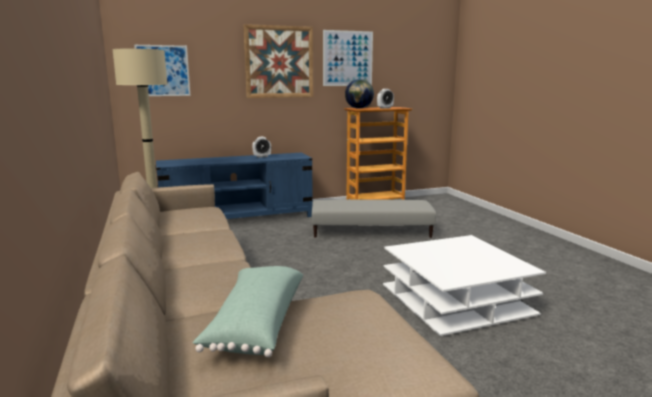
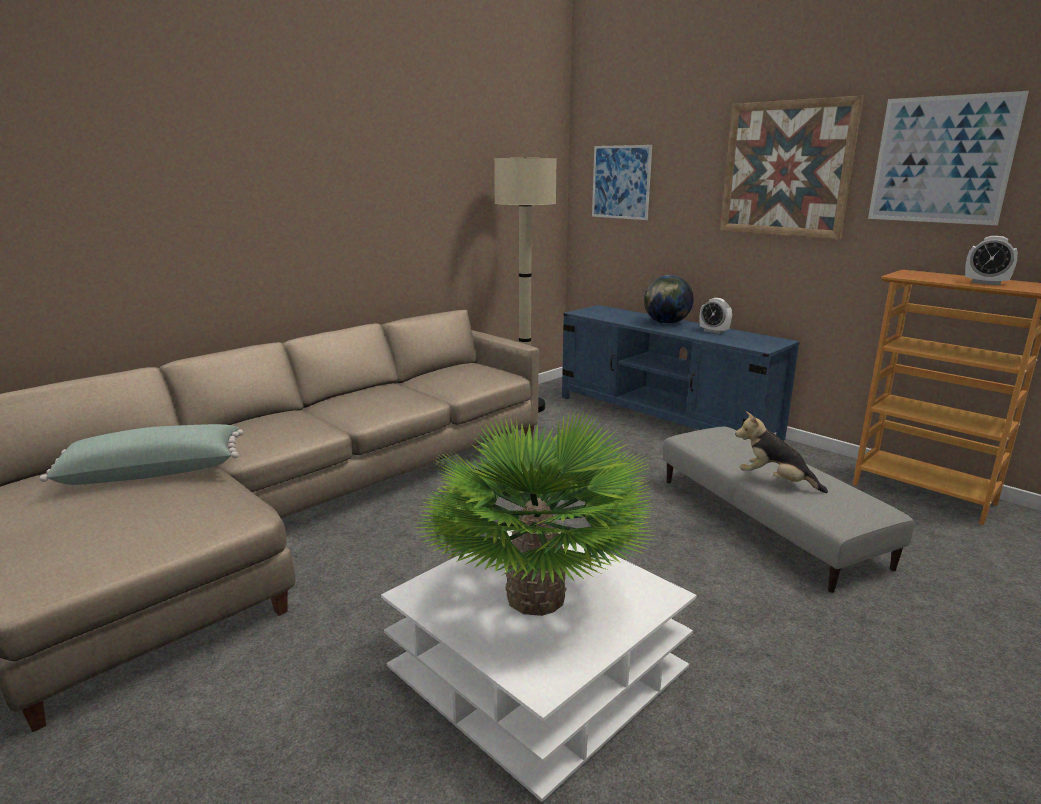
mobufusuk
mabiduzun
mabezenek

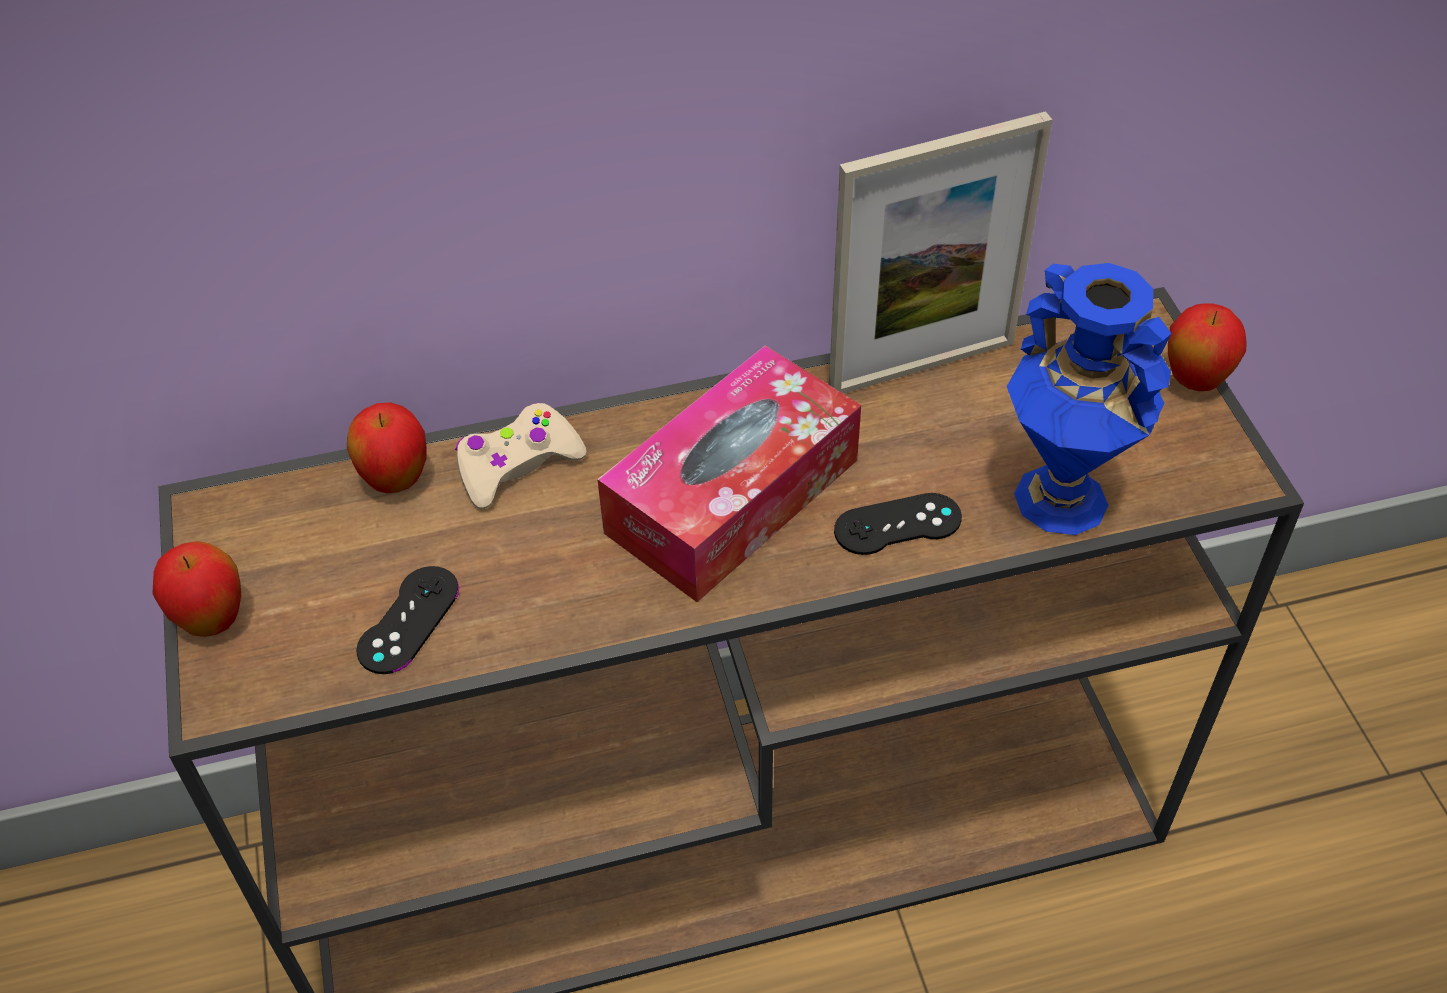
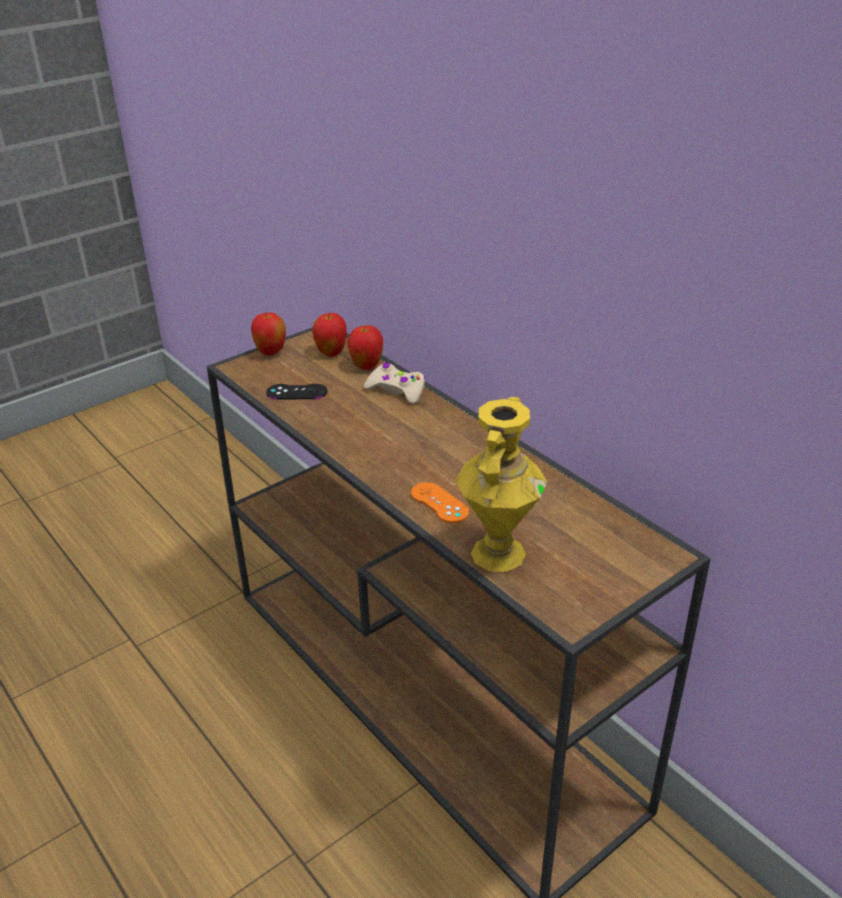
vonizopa
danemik
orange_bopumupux
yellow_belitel
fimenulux (no. 2 from left)

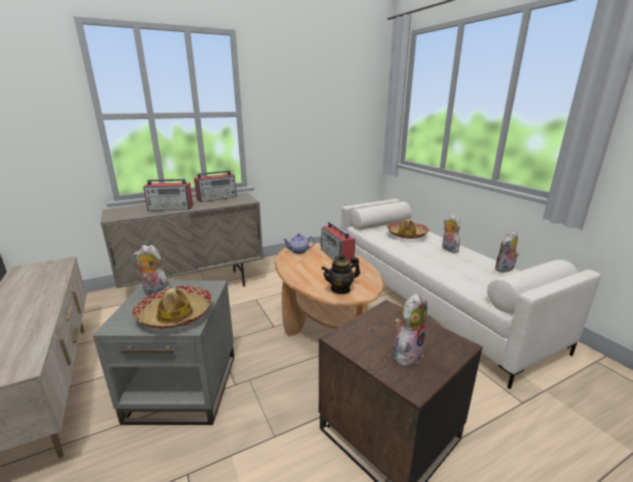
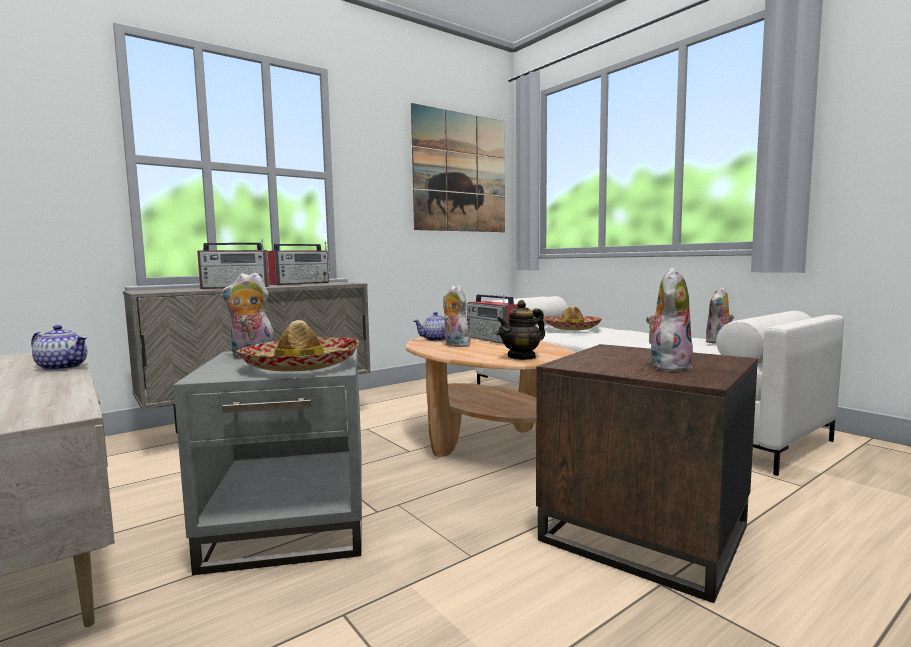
mabezenek (no. 2 from left)
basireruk (no. 1 from left)
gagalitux

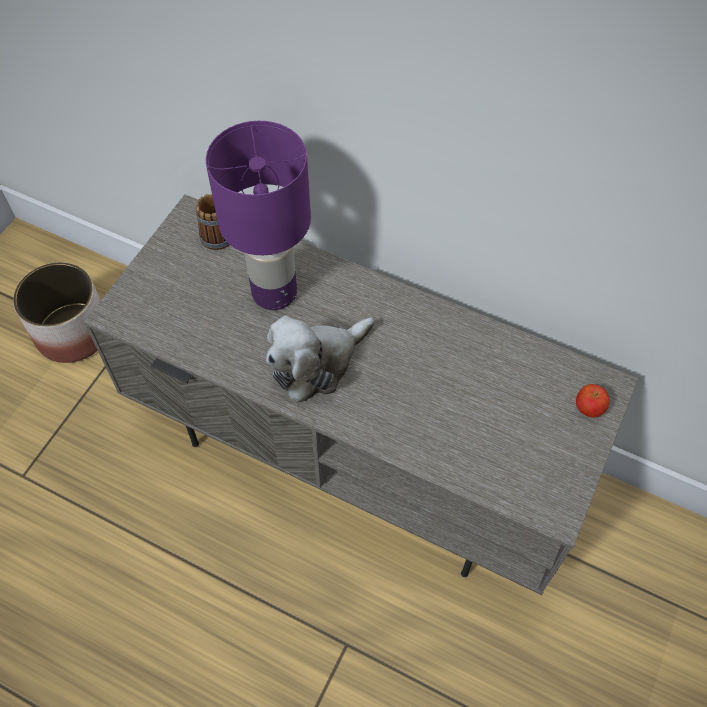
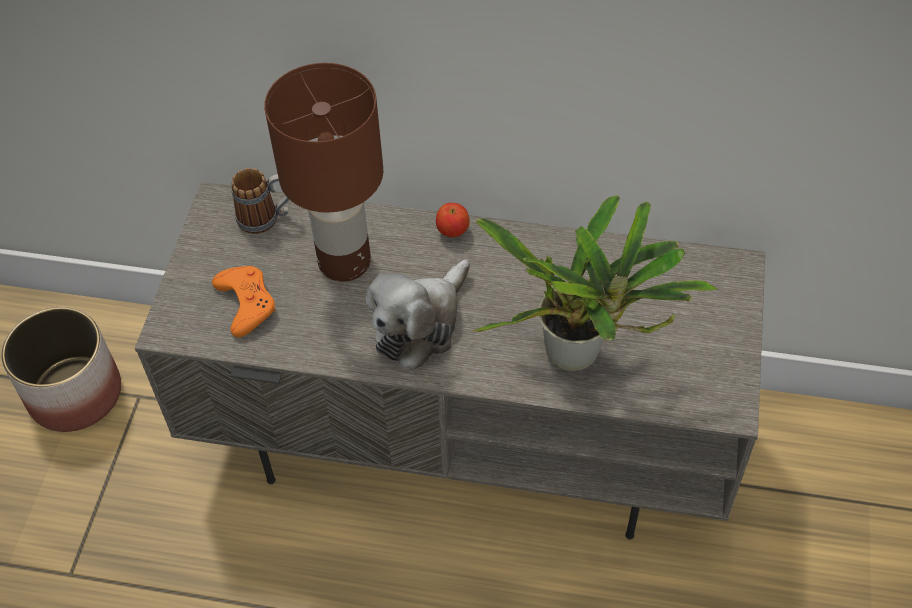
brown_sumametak
fimenulux
orange_bopumupux
mabiduzun

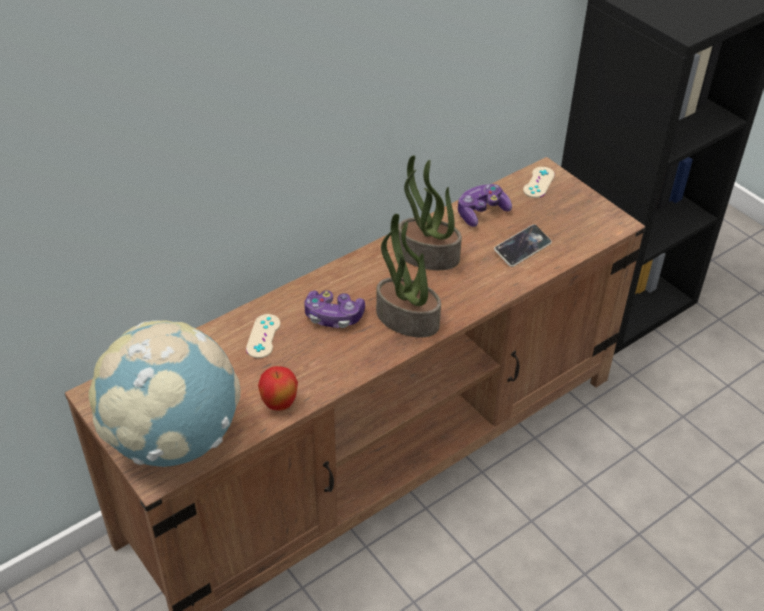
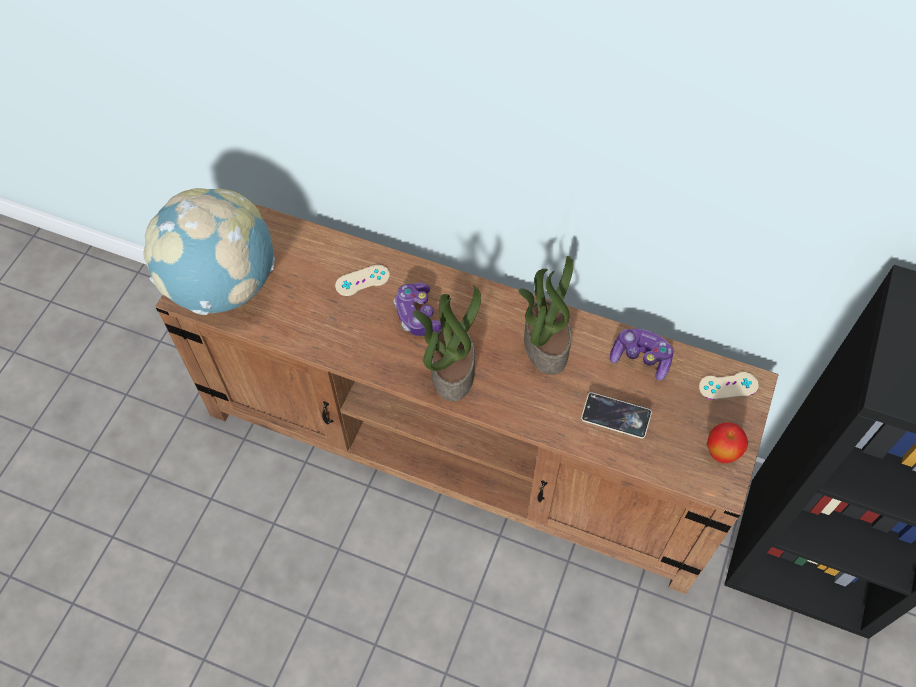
fimenulux

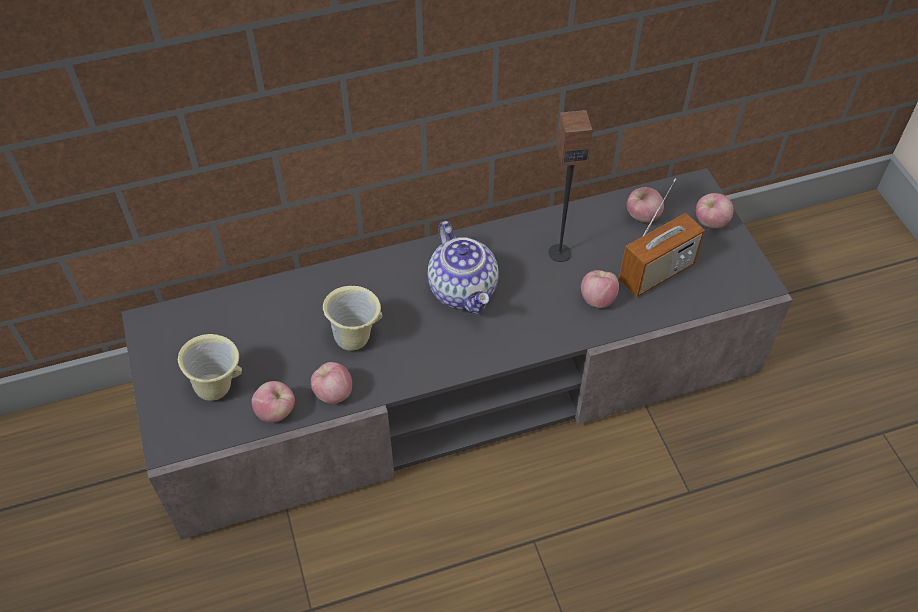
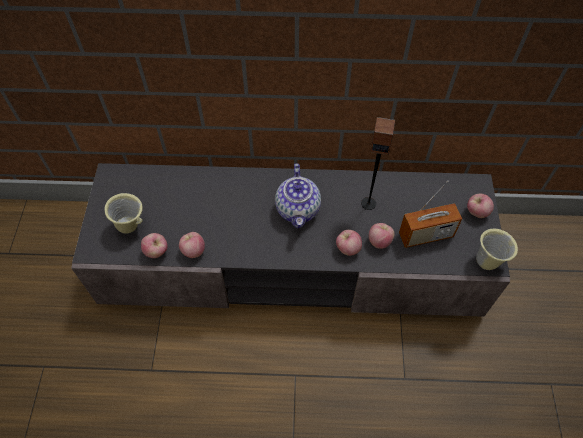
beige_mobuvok (no. 2 from left)
fimenulux (no. 3 from left)

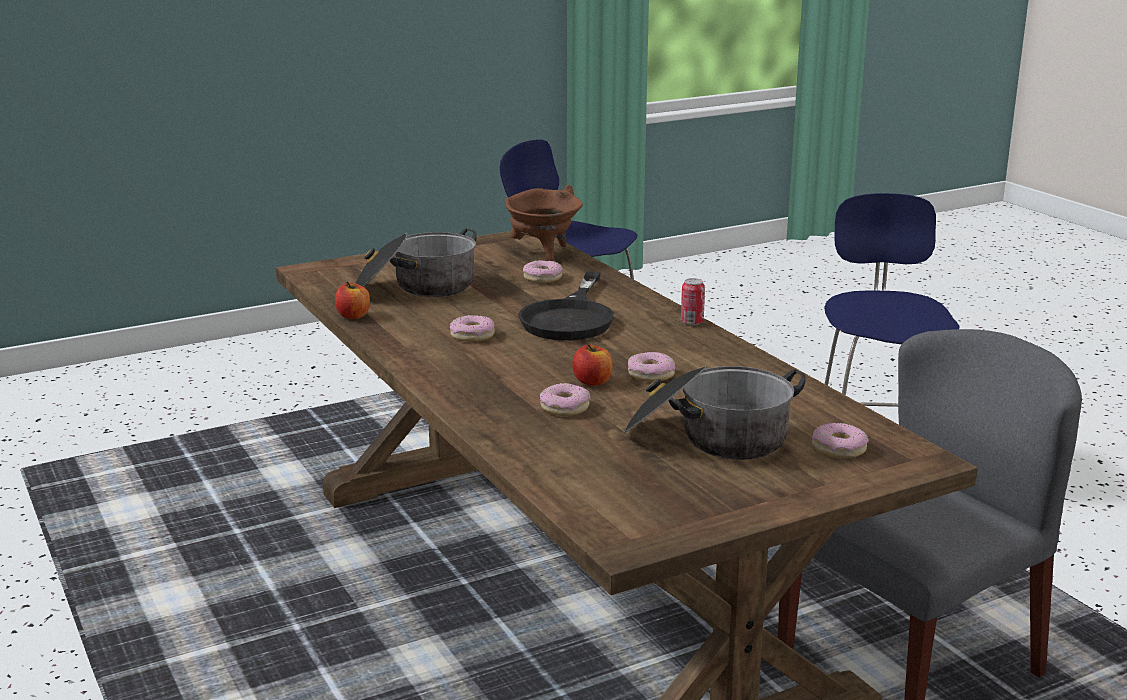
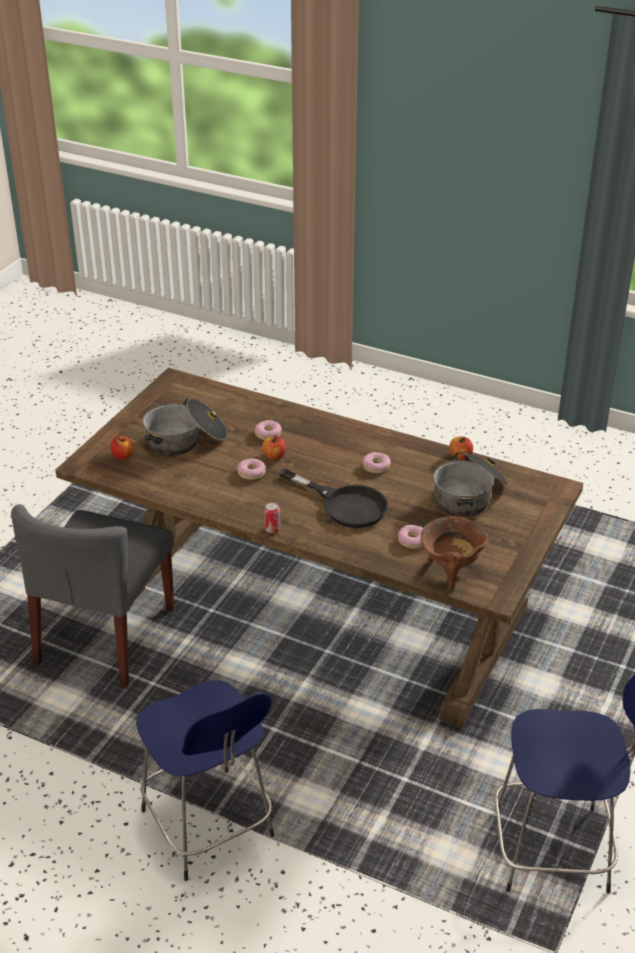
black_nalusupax
fimenulux (no. 1 from left)

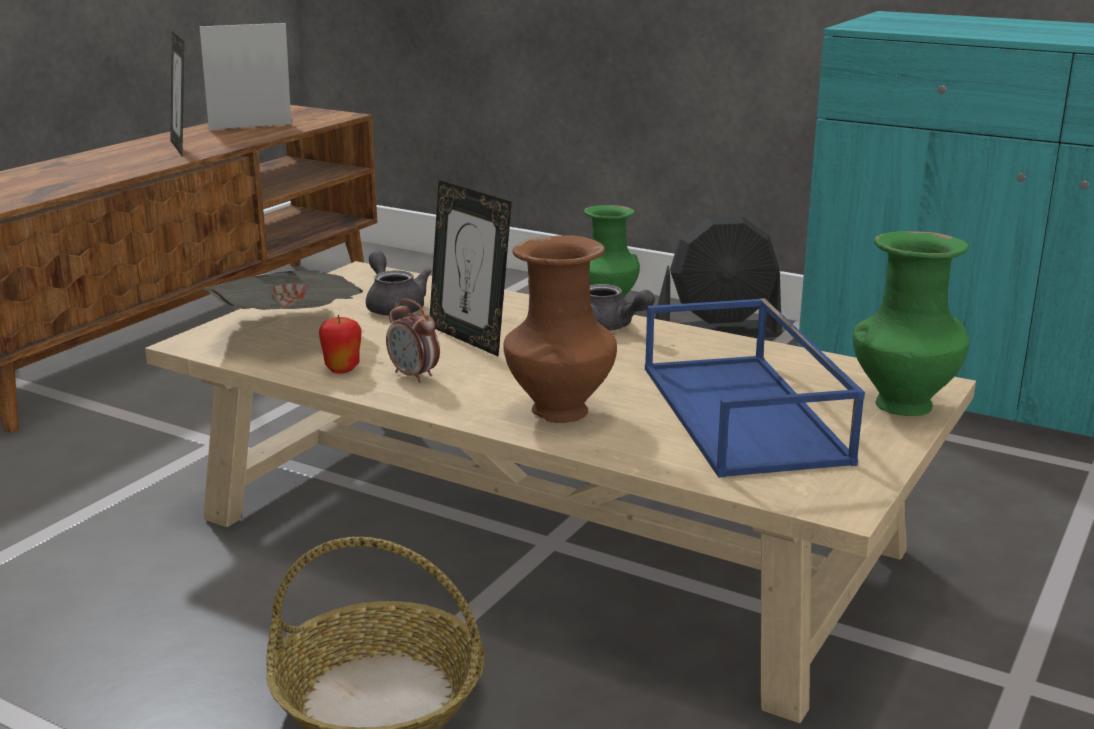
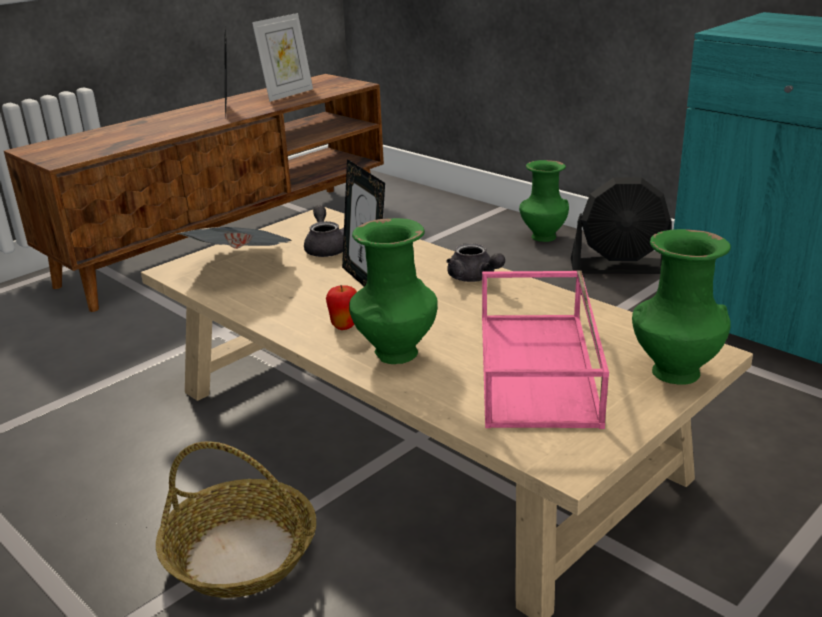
danemik (no. 2 from left)
fimenulux
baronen
green_belitel (no. 1 from left)
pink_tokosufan

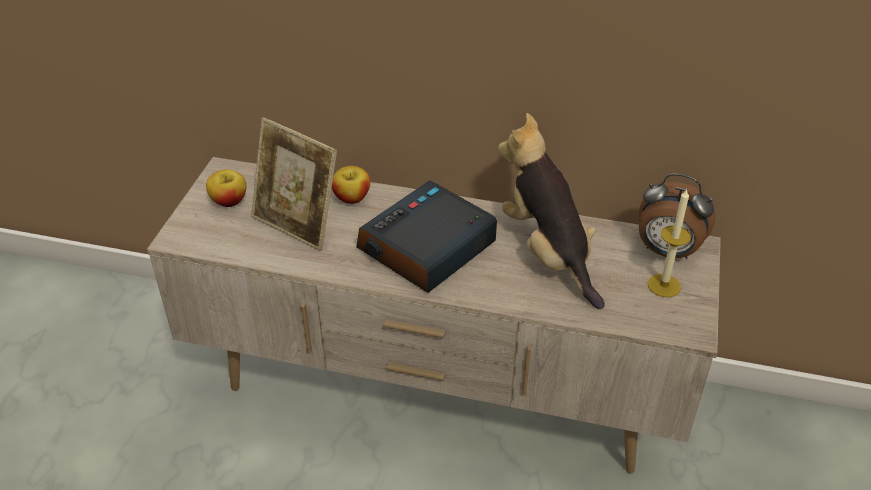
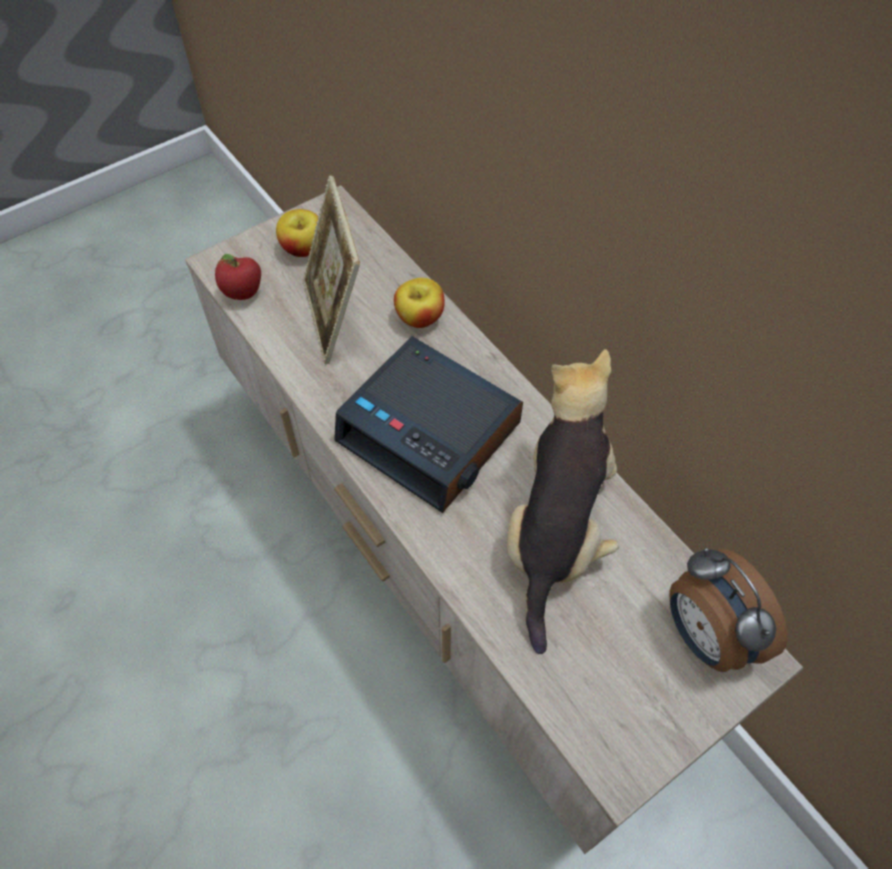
baronen (no. 1 from left)
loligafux
fimenulux (no. 1 from left)

